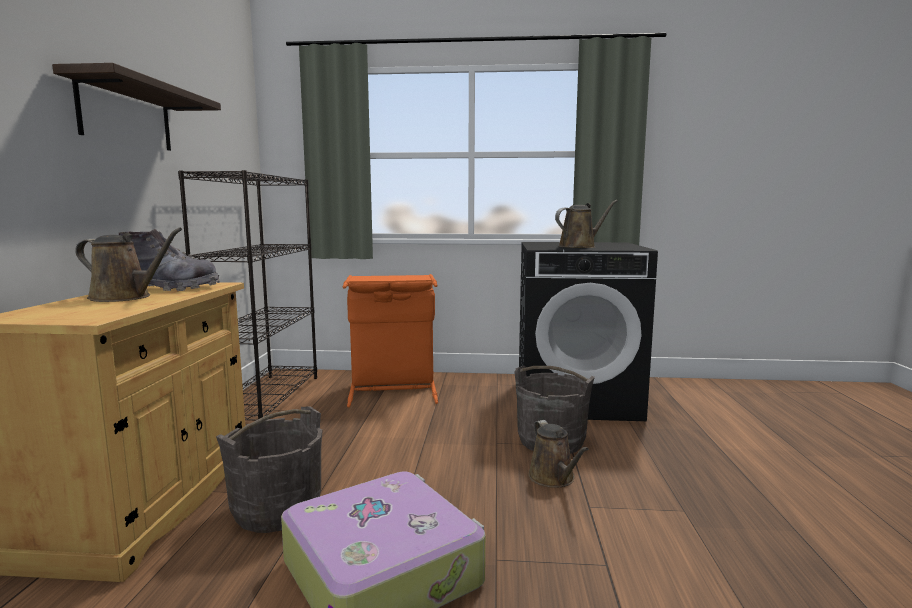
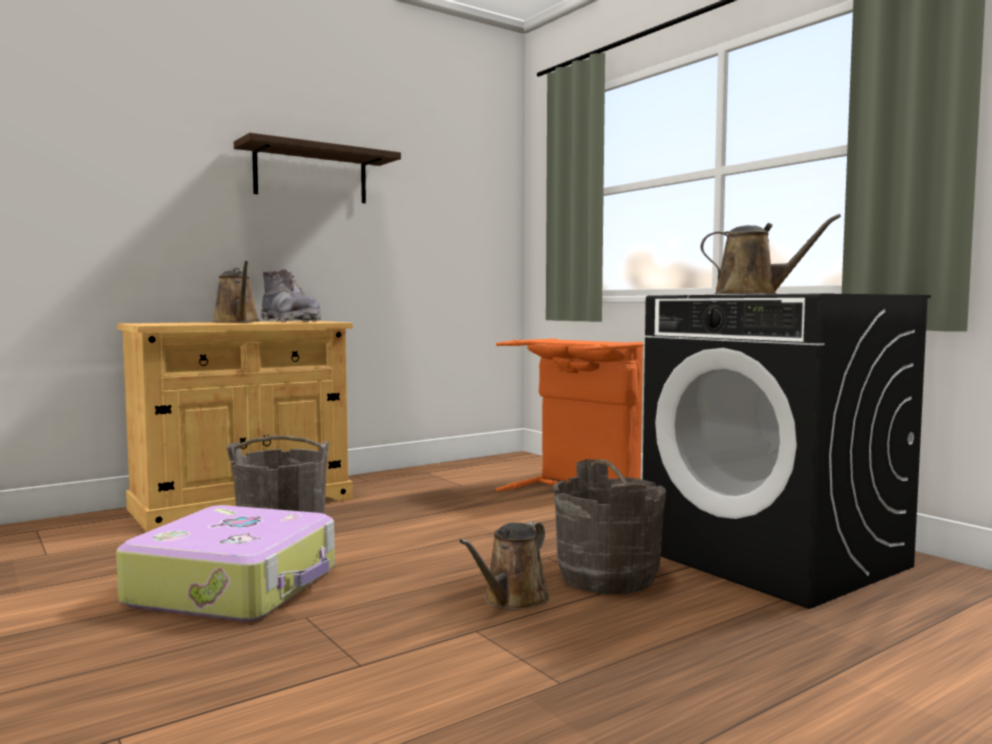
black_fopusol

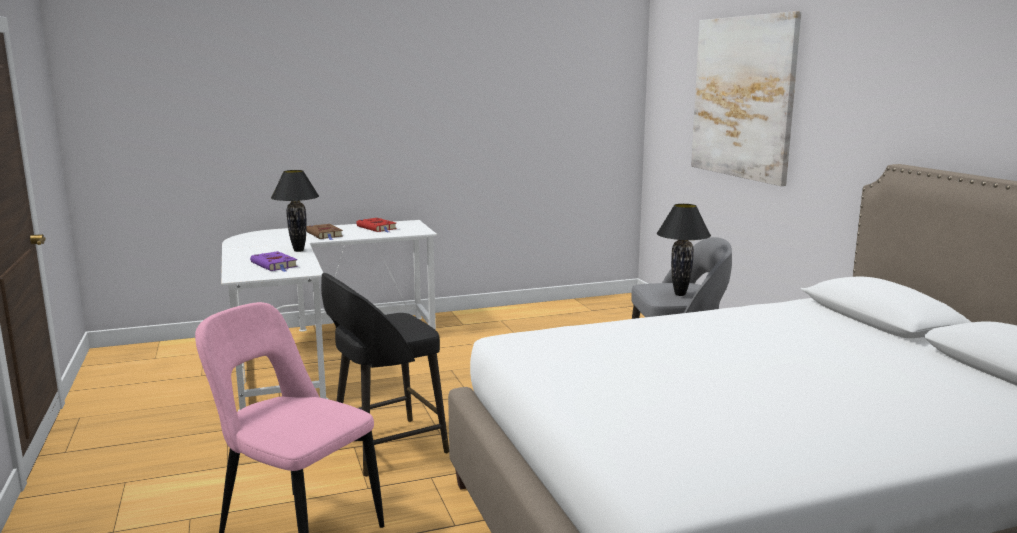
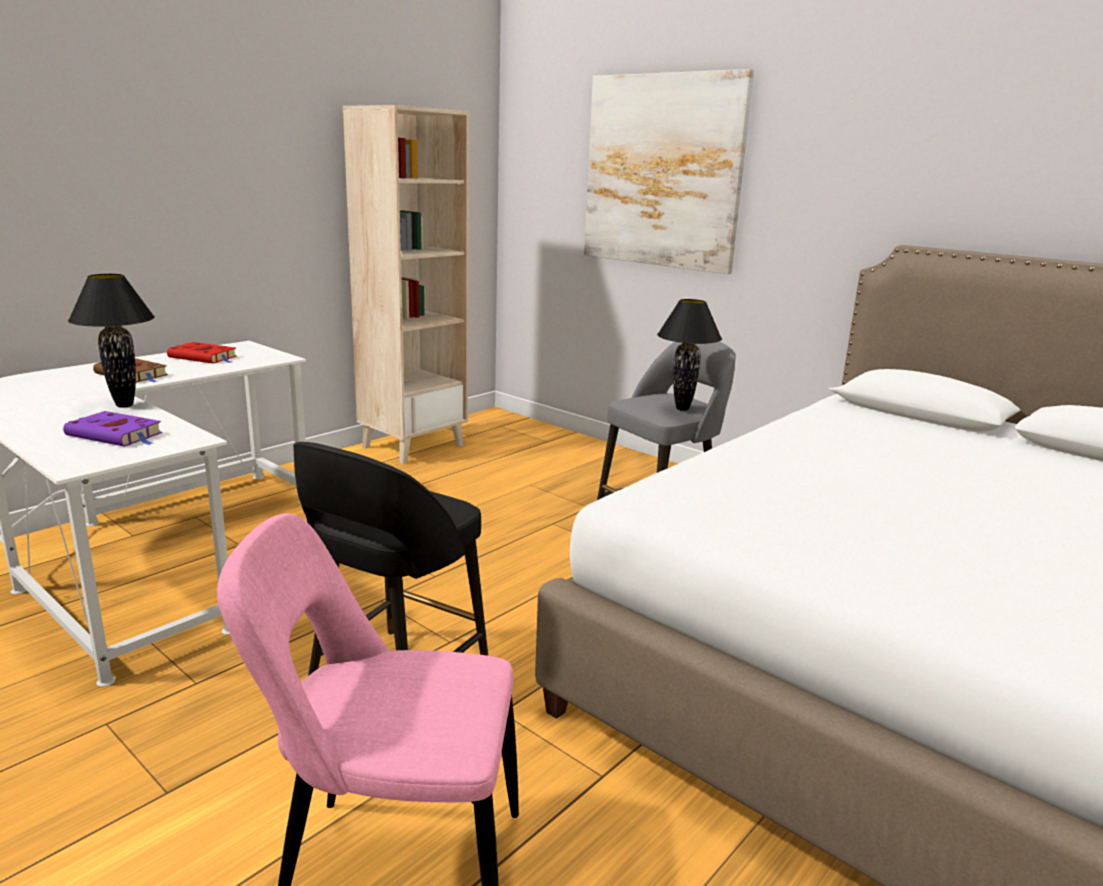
beige_fopusol

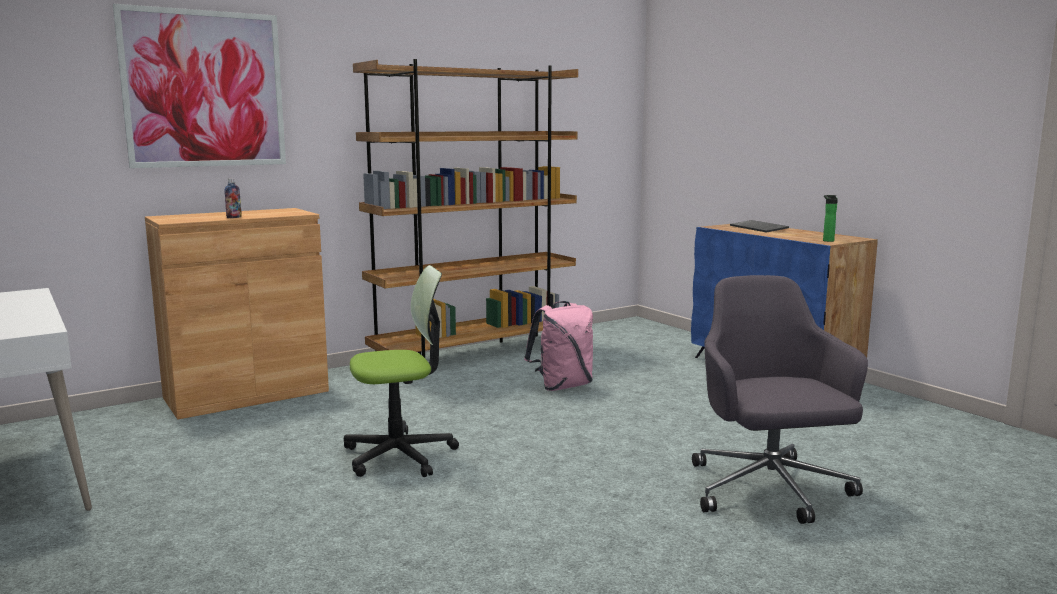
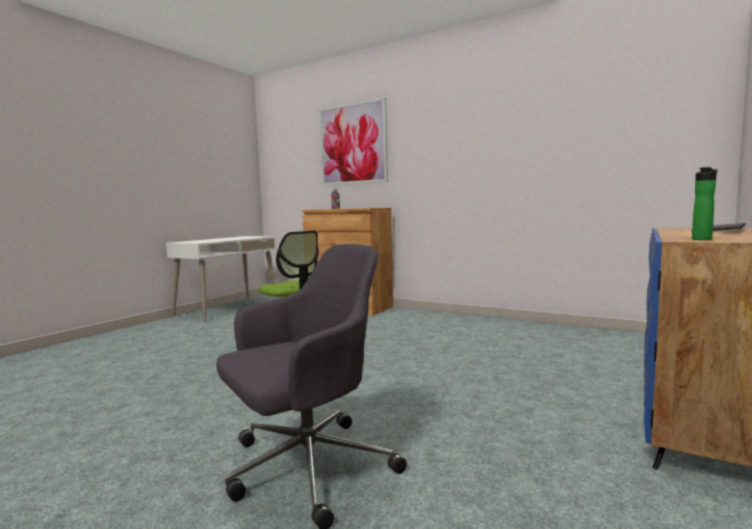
brown_fopusol
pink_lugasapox

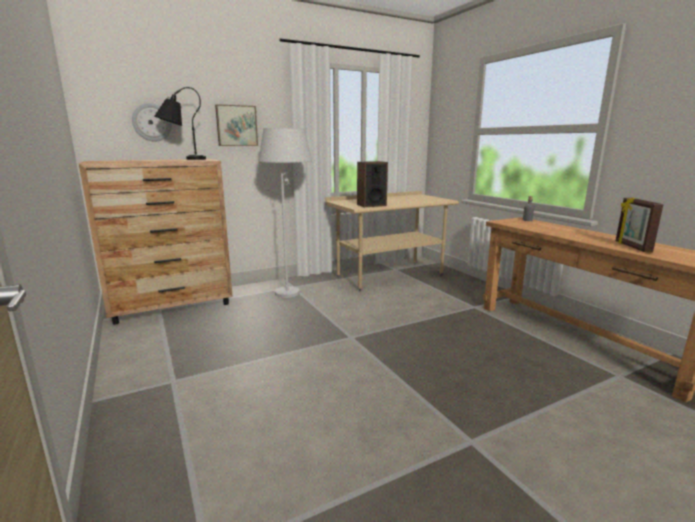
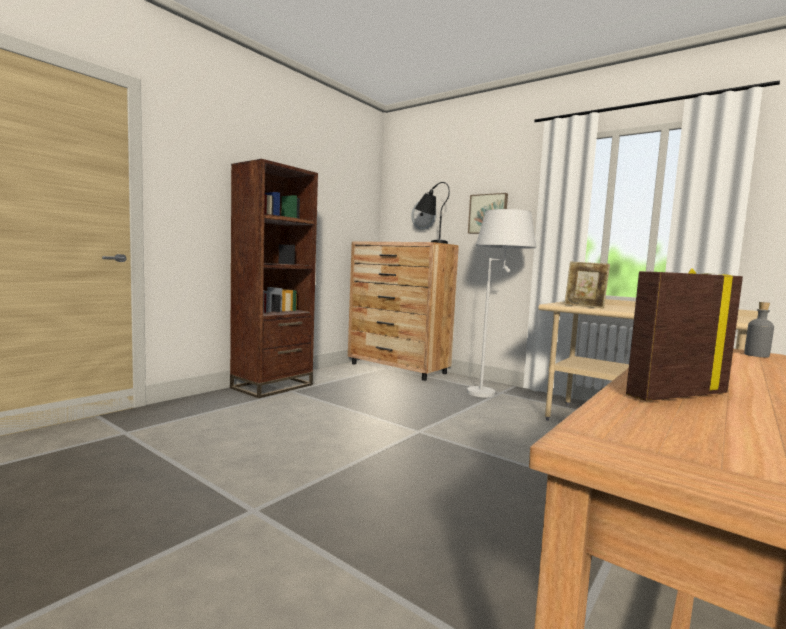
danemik (no. 1 from left)
brown_fopusol

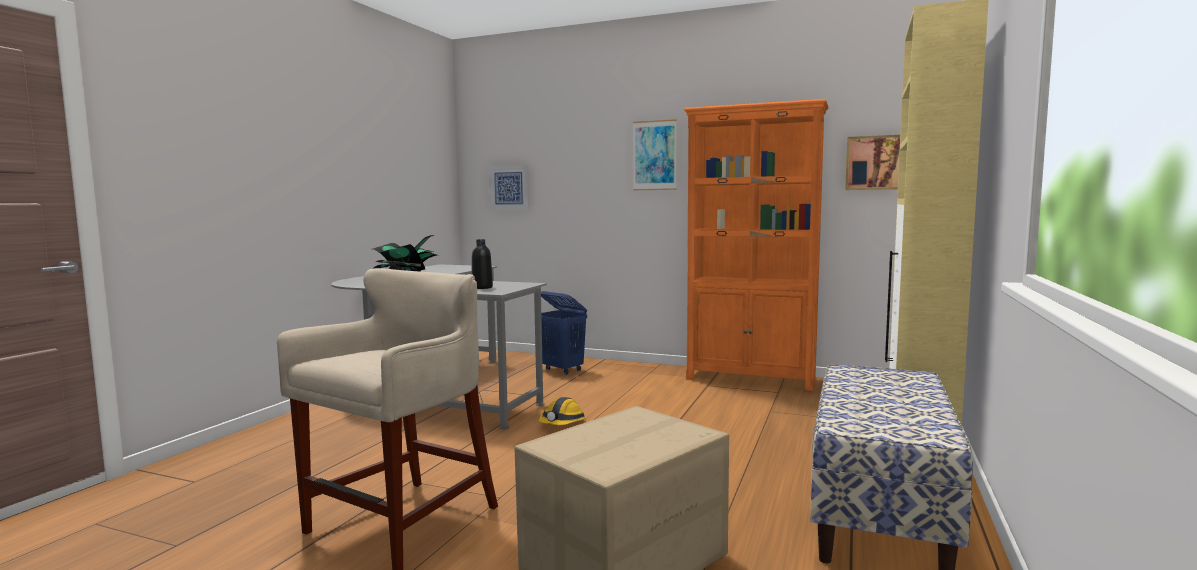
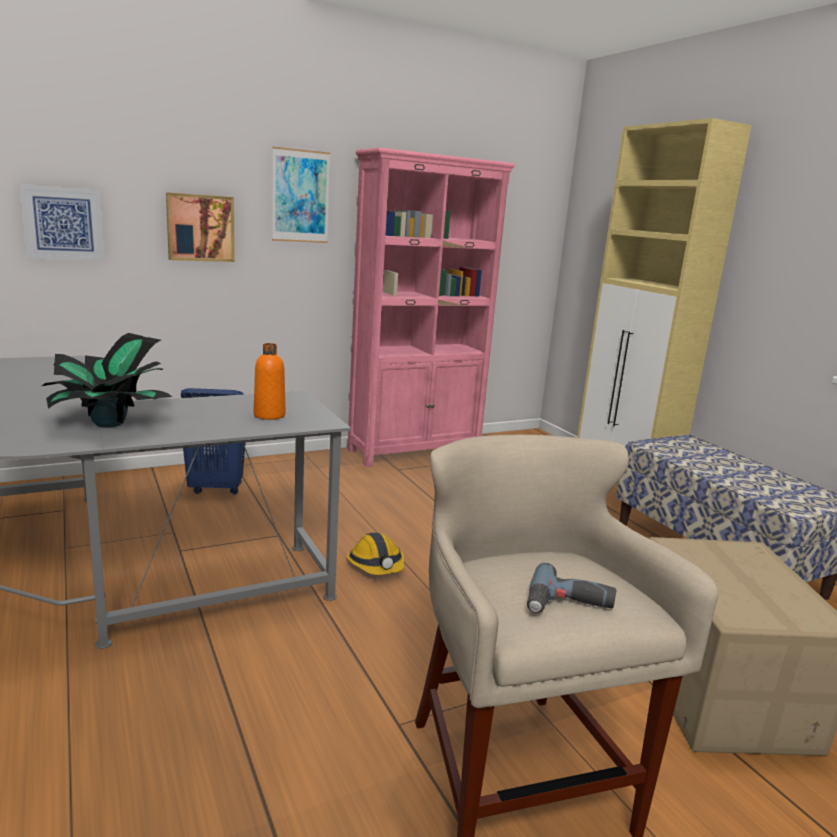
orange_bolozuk
pink_fopusol
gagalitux (no. 2 from left)
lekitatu

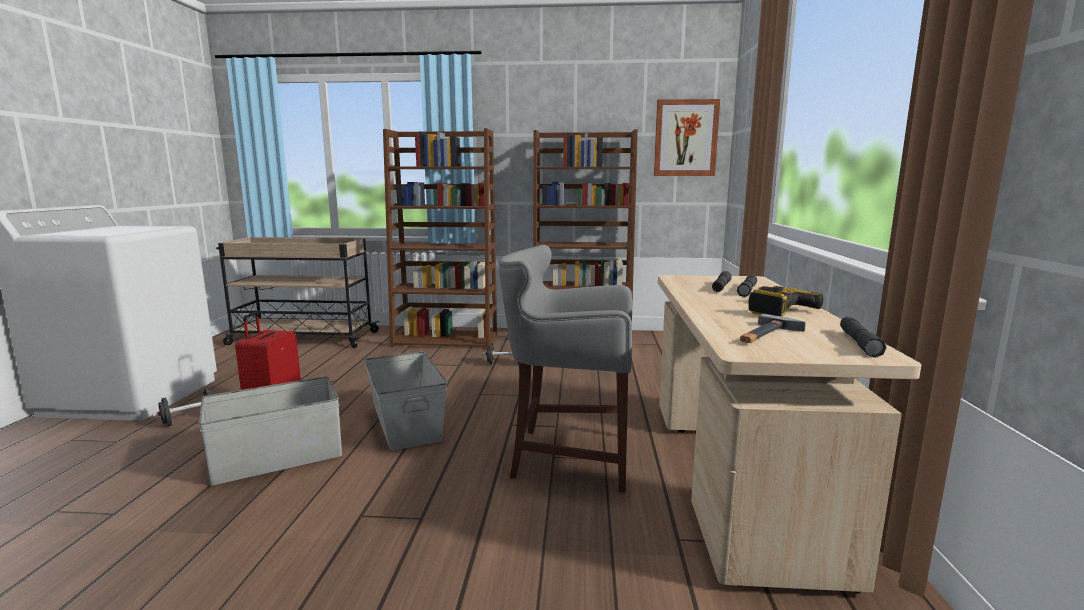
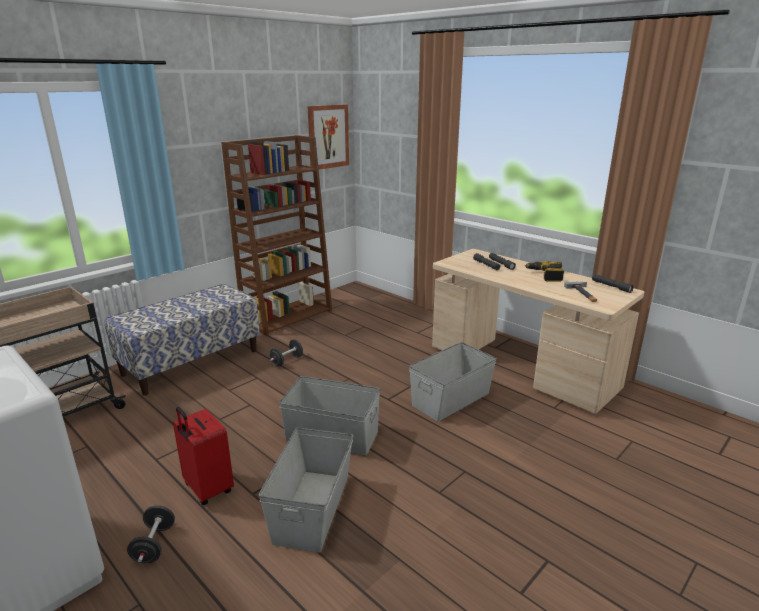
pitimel
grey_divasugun (no. 3 from left)

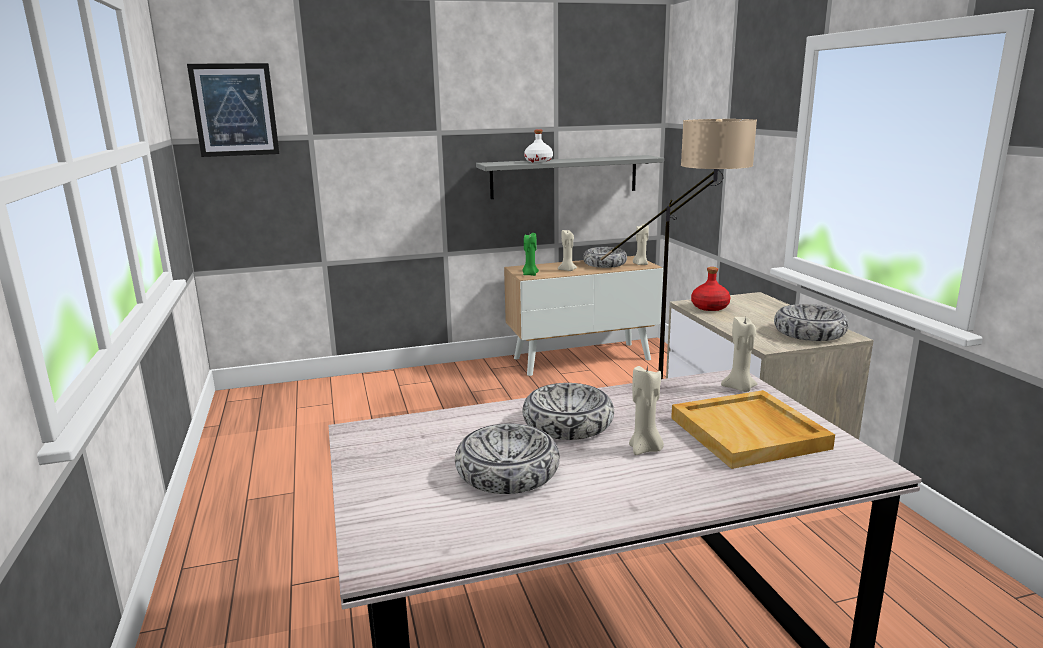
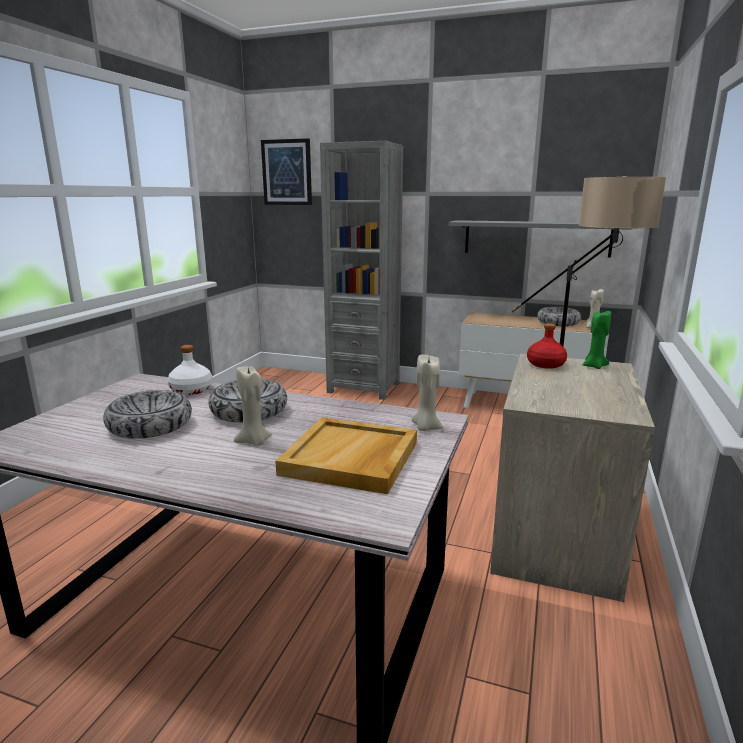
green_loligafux
white_bolozuk
beige_loligafux (no. 1 from left in the first image)
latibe (no. 4 from left in the first image)
grey_fopusol

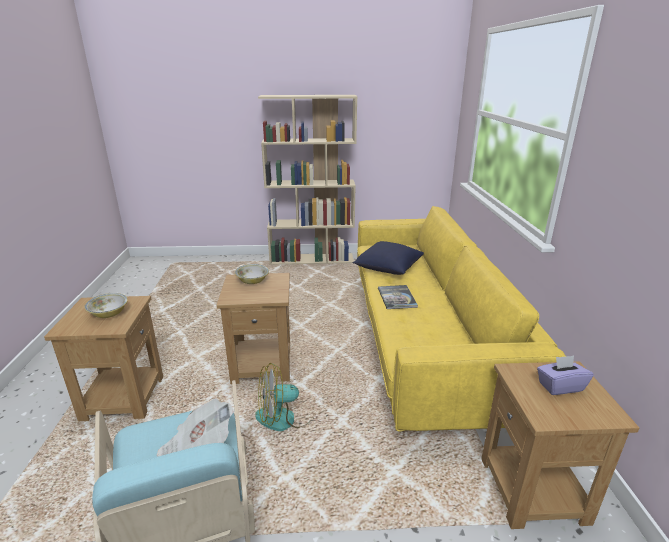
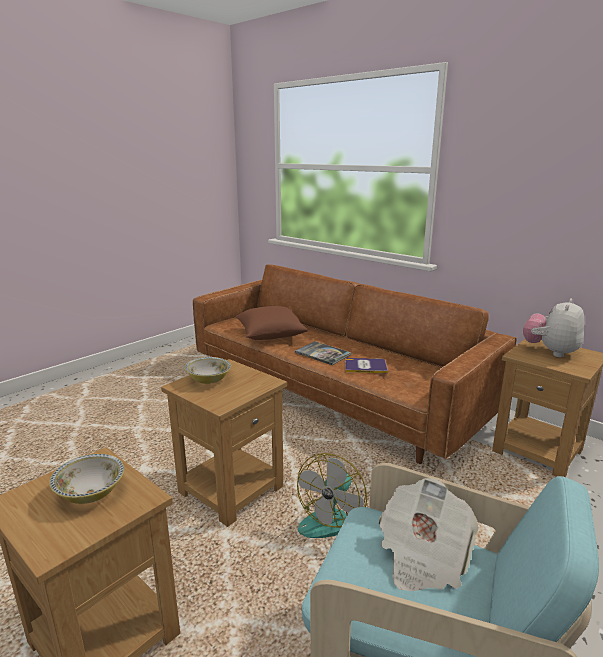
beige_fopusol
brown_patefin
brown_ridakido
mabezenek
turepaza (no. 2 from left)

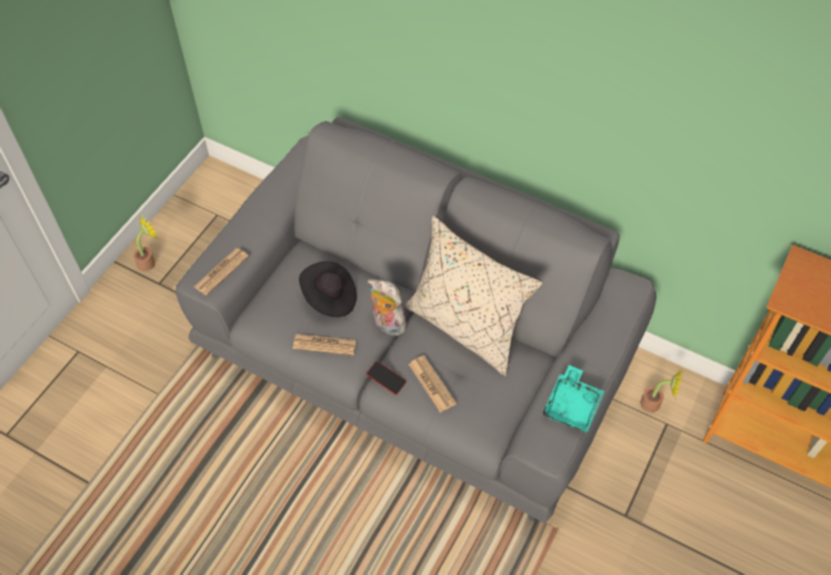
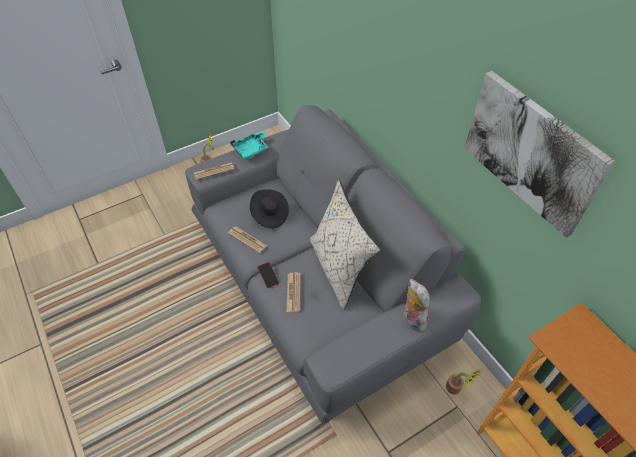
mabezenek
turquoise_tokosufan
gagalitux

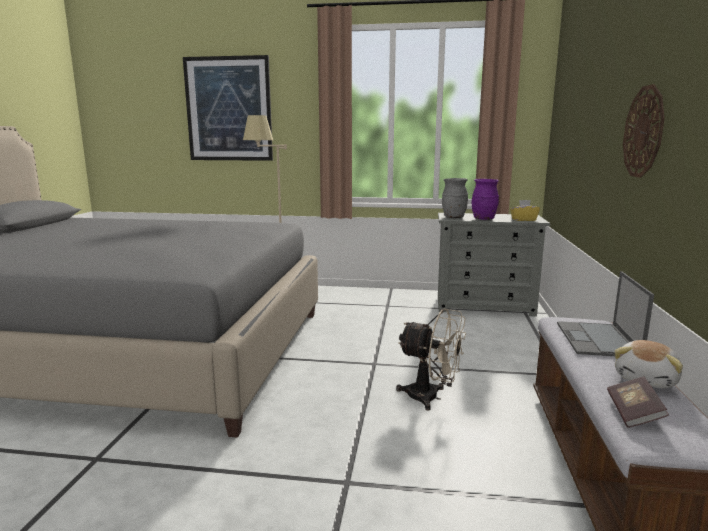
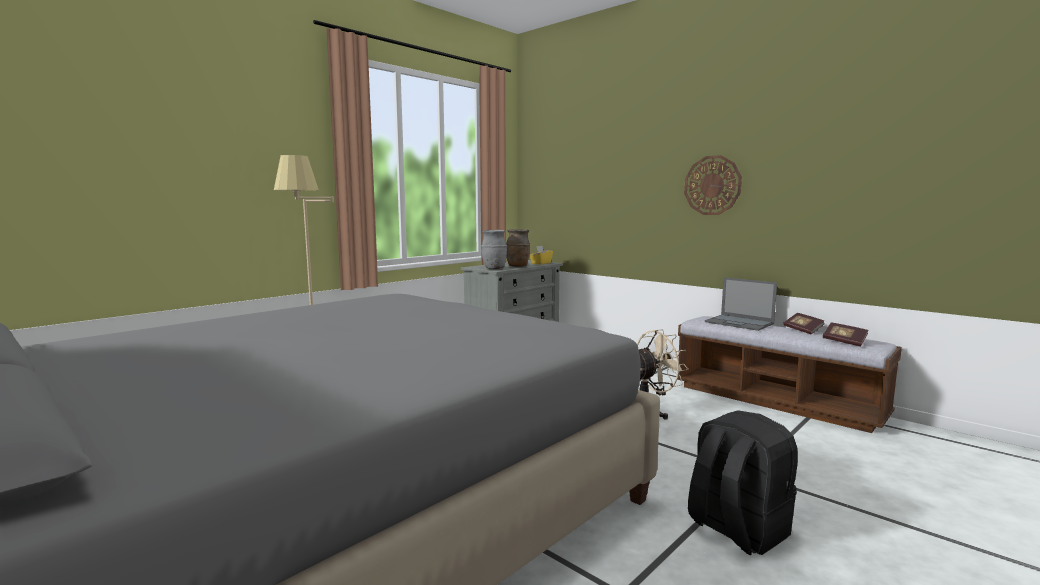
gagalitux
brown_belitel
turepaza (no. 1 from left)
black_lugasapox

